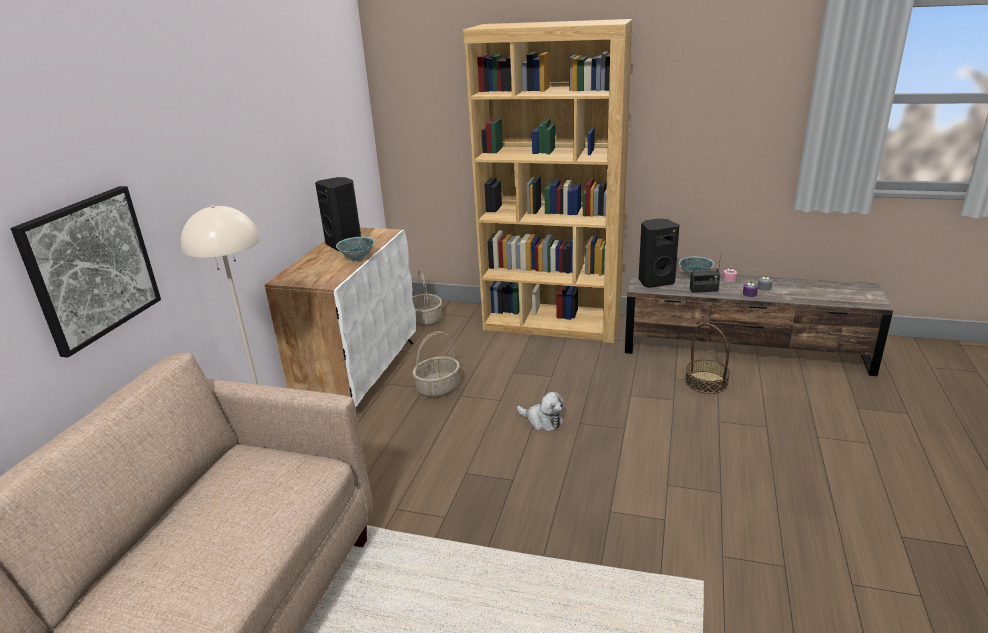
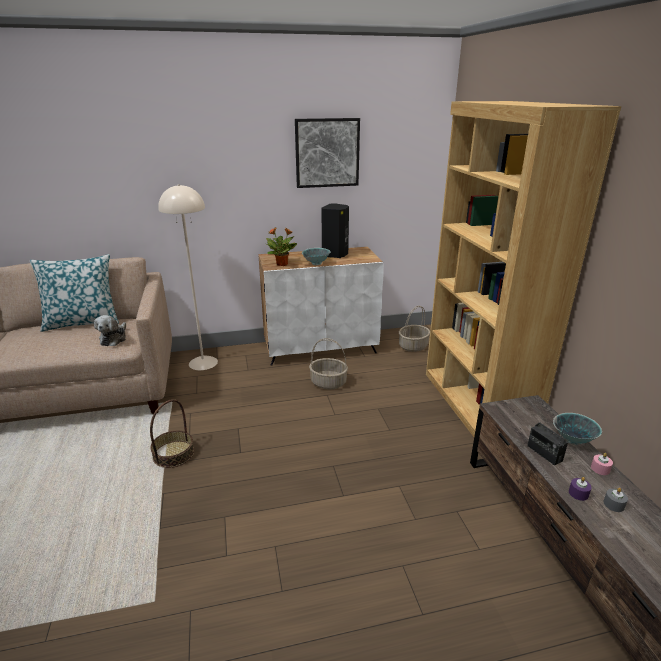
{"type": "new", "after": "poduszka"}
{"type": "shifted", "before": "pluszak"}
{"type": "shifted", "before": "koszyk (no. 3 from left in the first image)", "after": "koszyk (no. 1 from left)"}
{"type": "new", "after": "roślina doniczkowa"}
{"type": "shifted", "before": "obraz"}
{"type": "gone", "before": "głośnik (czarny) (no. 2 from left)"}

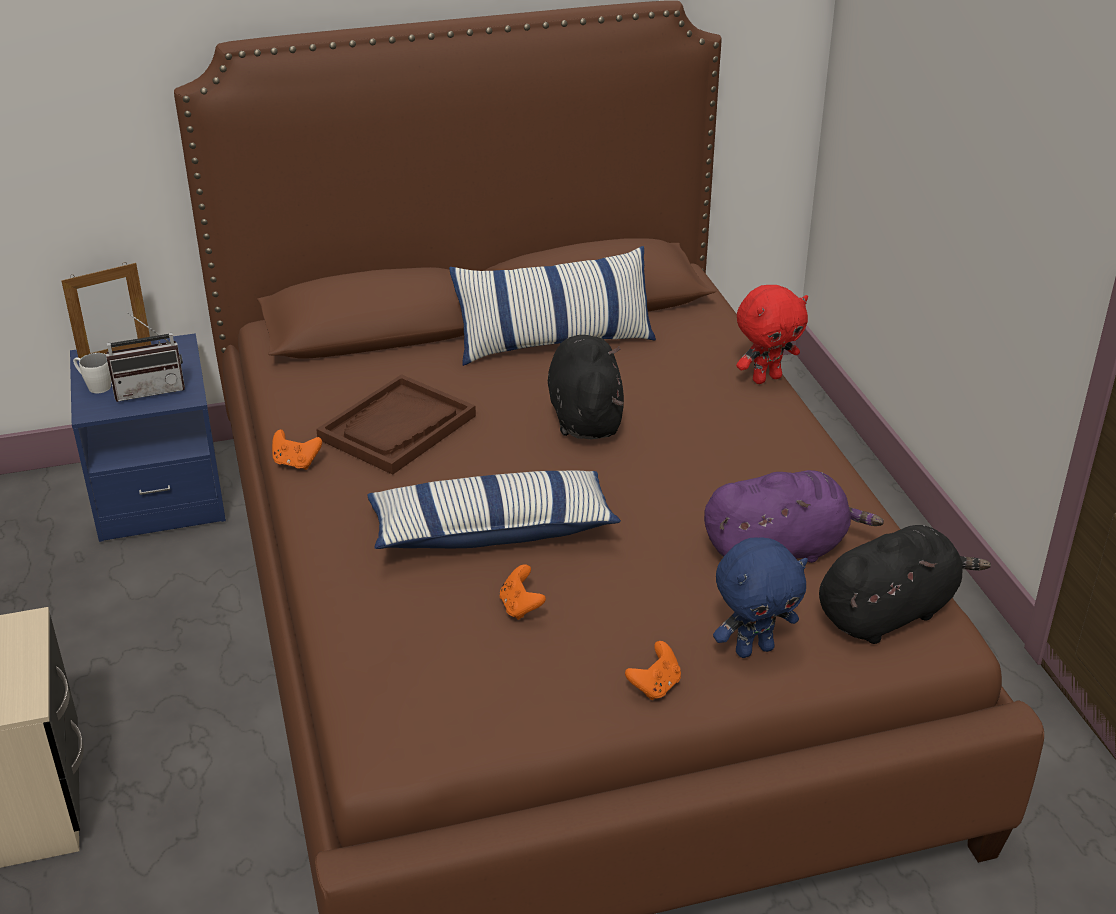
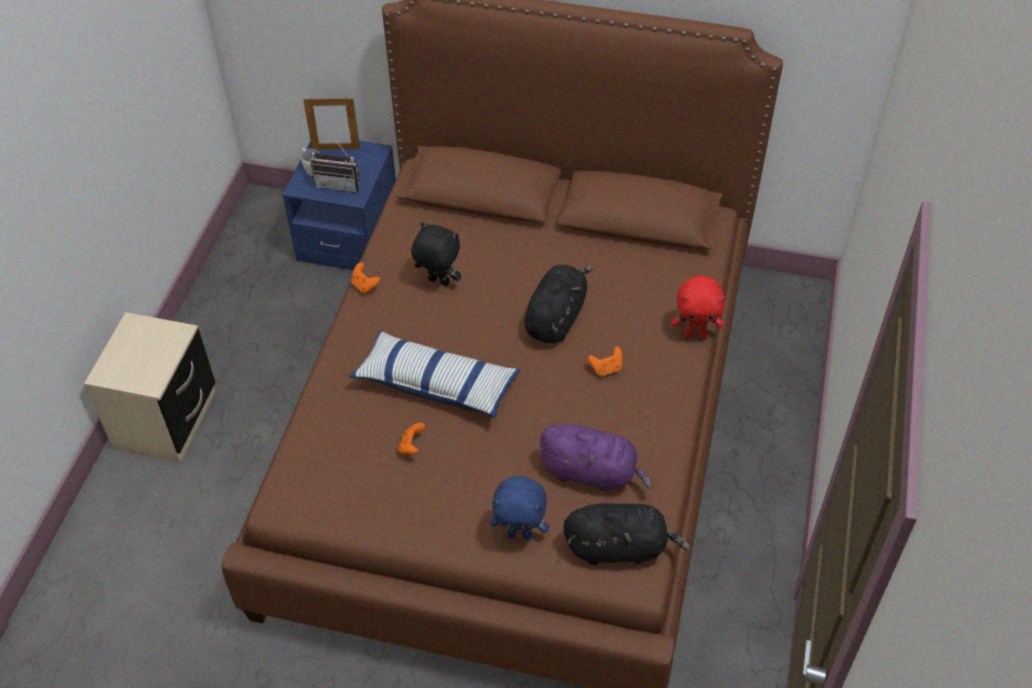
{"type": "swapped", "before": "taca (brązowy)", "after": "pluszak (czarny) (no. 1 from left)"}
{"type": "shifted", "before": "pad do gier (pomarańczowy) (no. 3 from left)"}
{"type": "gone", "before": "poduszka (no. 2 from left)"}

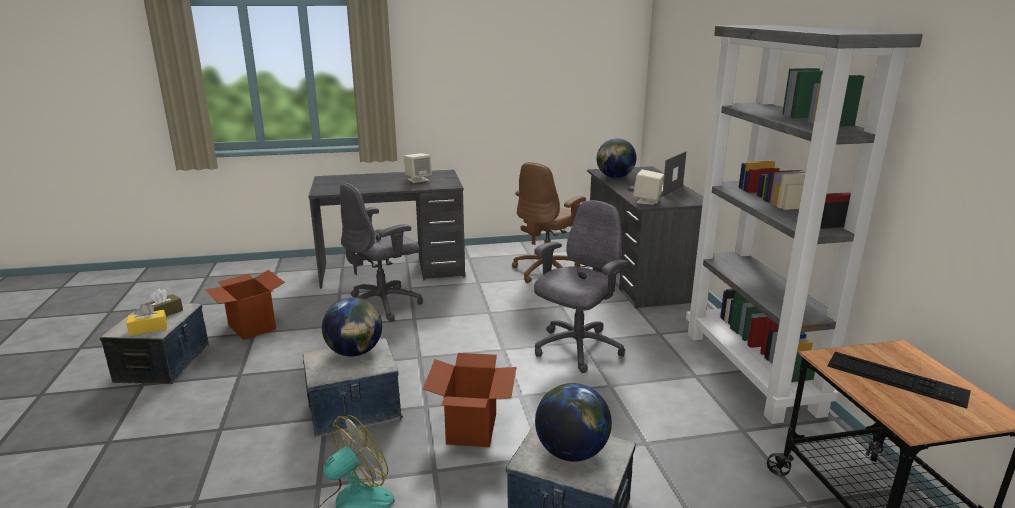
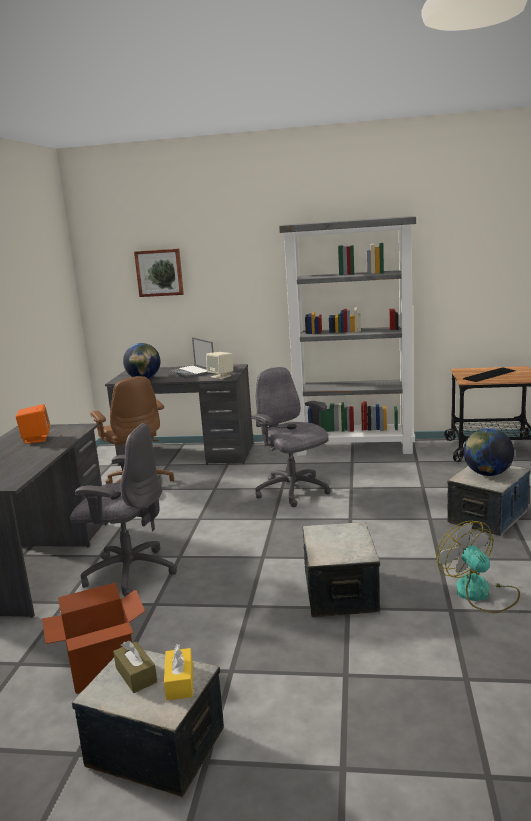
{"type": "repainted", "before": "głośnik (beżowy) (no. 1 from left)", "after": "głośnik (pomarańczowy)"}
{"type": "rotated", "before": "krzesło biurowe (szary) (no. 1 from left)", "turn": -60}
{"type": "new", "after": "obraz"}
{"type": "gone", "before": "globus (no. 1 from left)"}
{"type": "gone", "before": "karton (no. 2 from left)"}

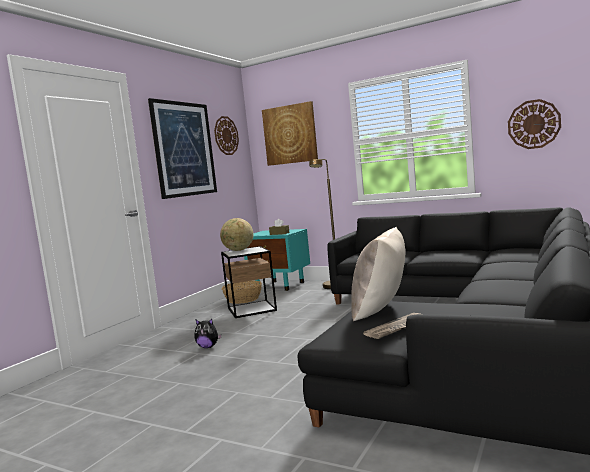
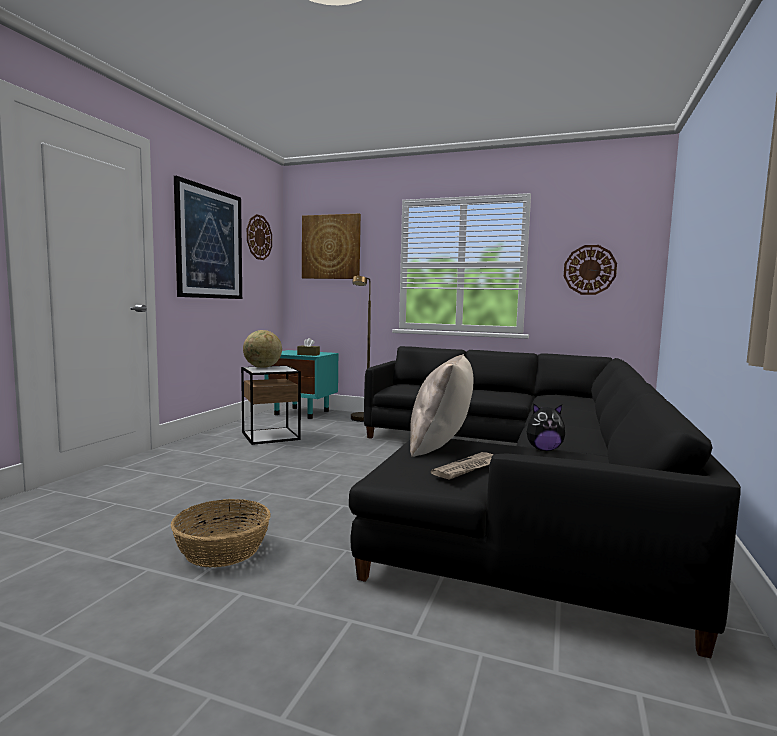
{"type": "shifted", "before": "koszyk"}
{"type": "shifted", "before": "pluszak"}

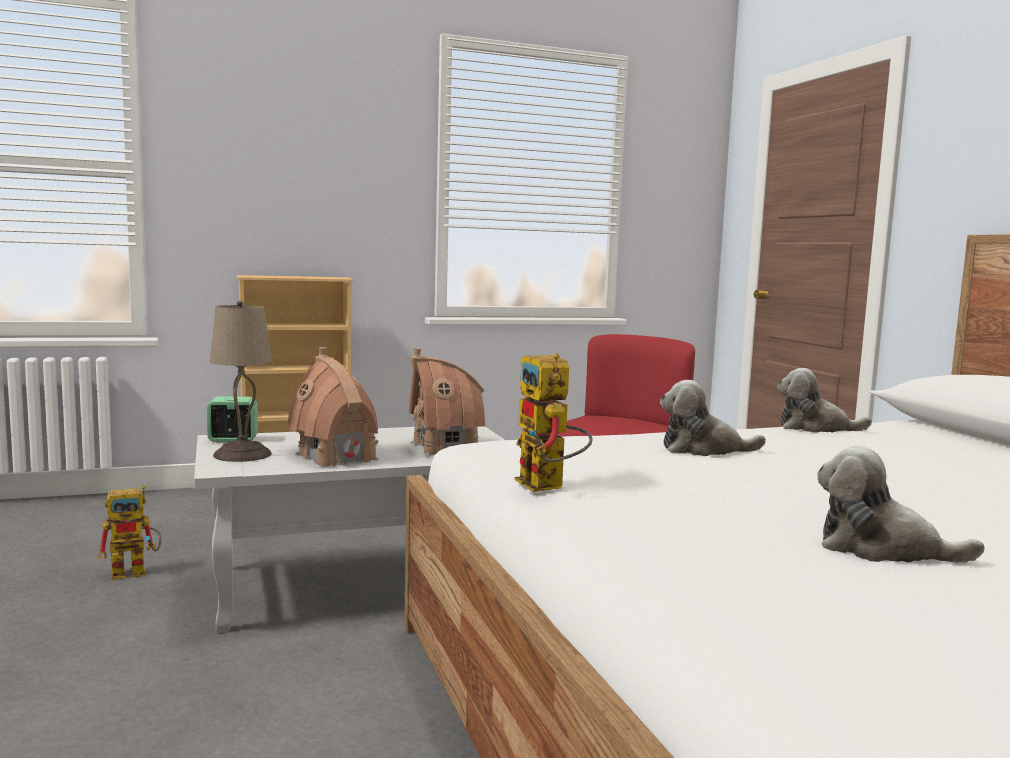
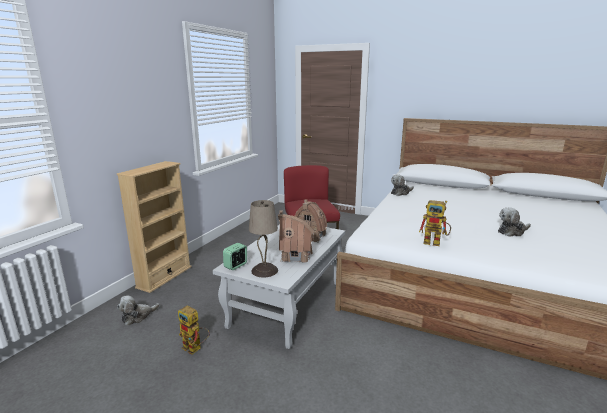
{"type": "shifted", "before": "pluszak (no. 1 from left)"}
{"type": "rotated", "before": "robot zabawkowy (no. 1 from left)", "turn": 105}

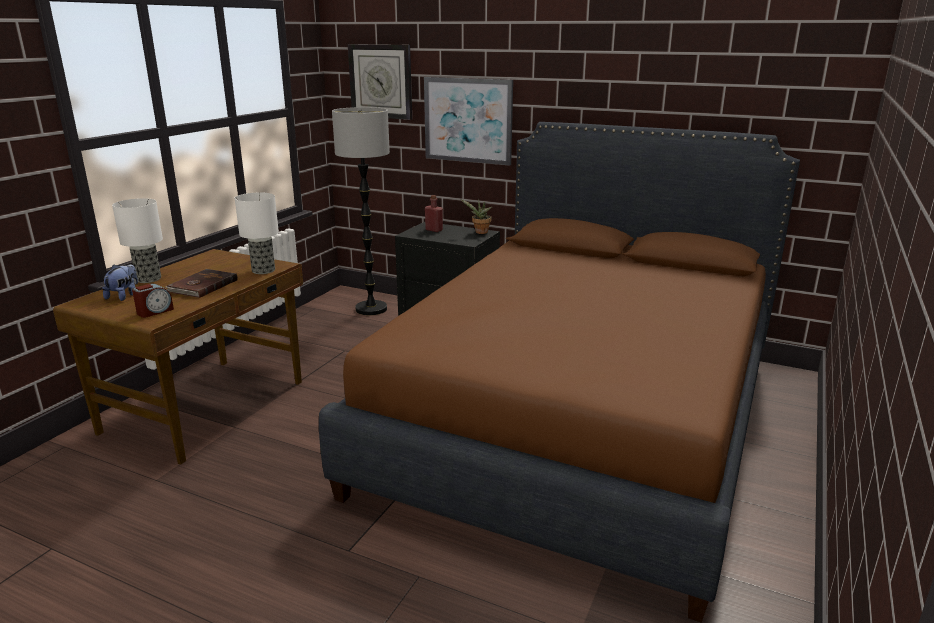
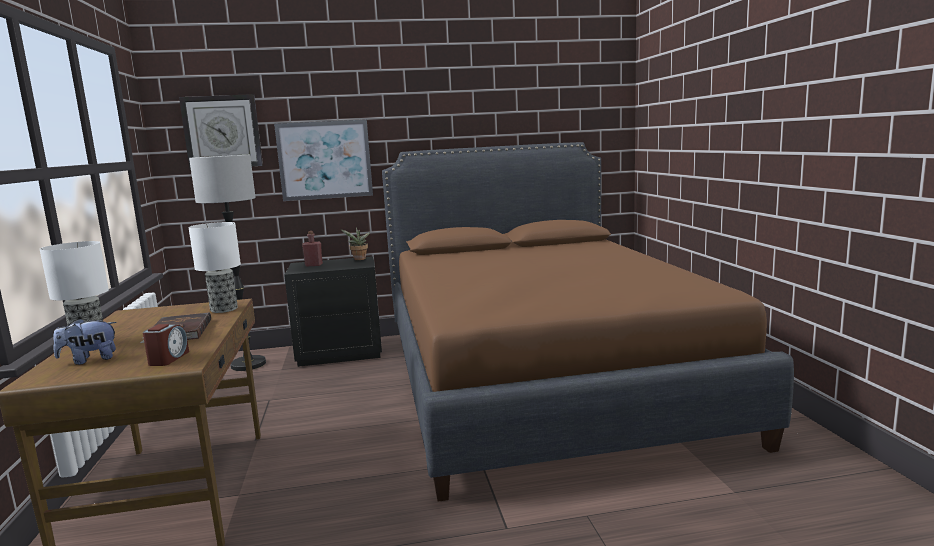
{"type": "rotated", "before": "pluszak", "turn": -90}

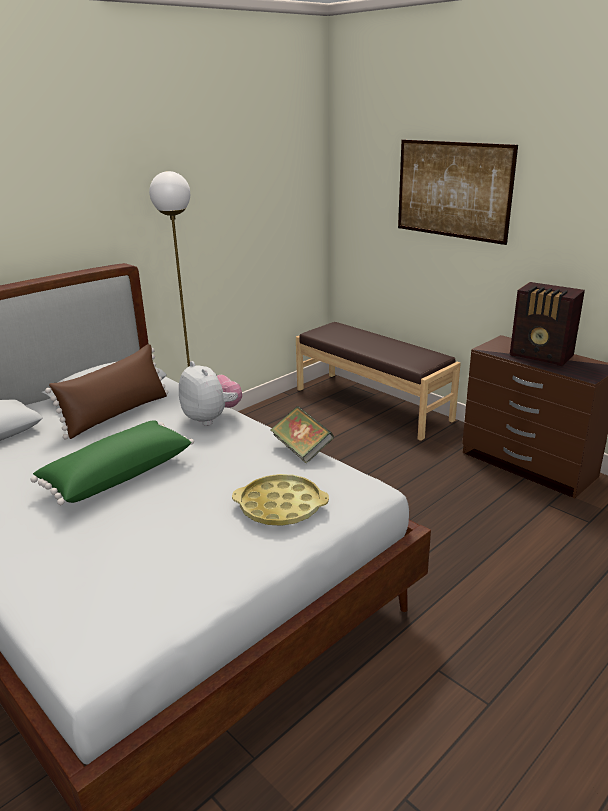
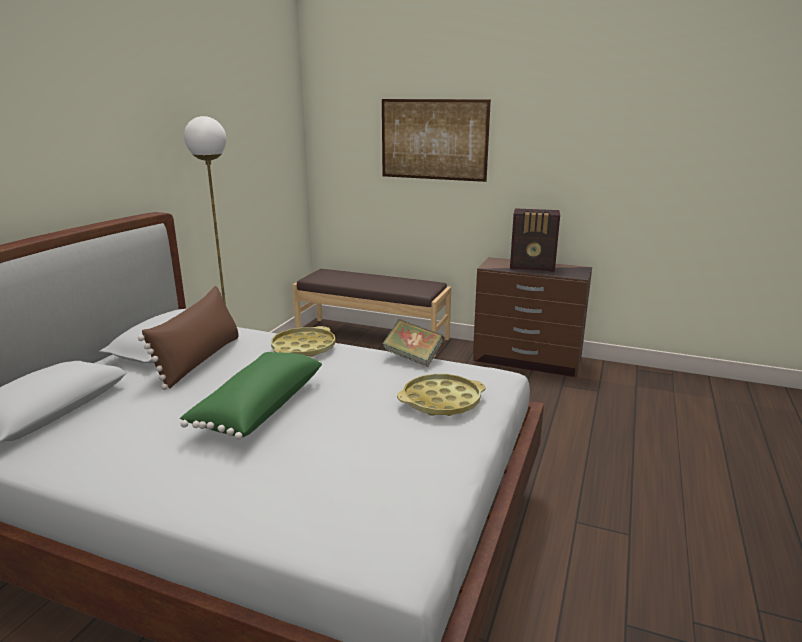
{"type": "swapped", "before": "pluszak", "after": "taca (żółty) (no. 1 from left)"}

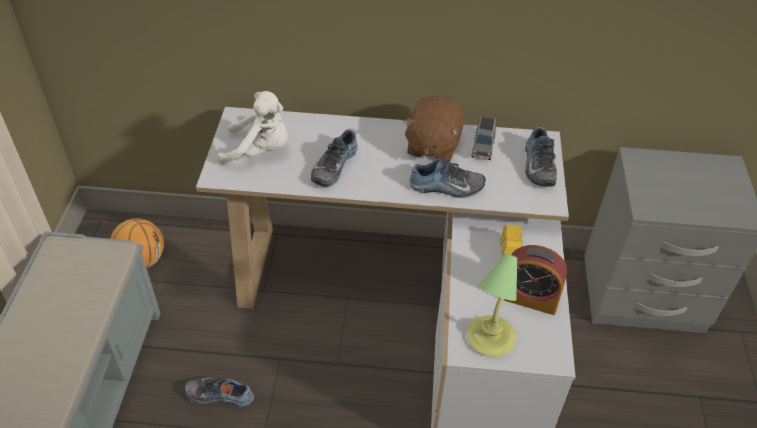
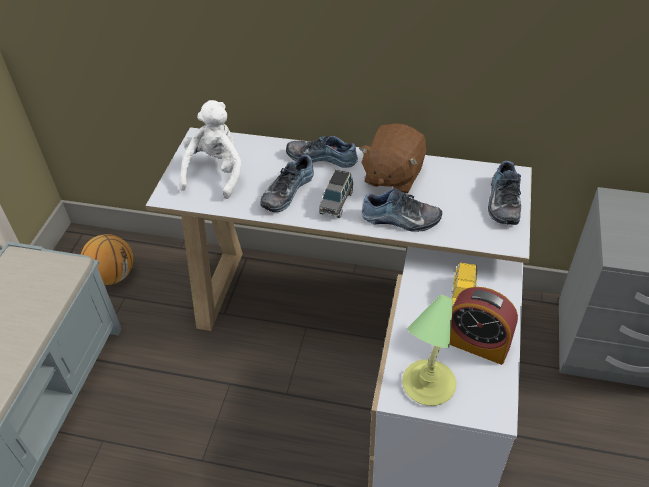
{"type": "rotated", "before": "pluszak (biały)", "turn": -90}
{"type": "shifted", "before": "but (no. 1 from left in the first image)", "after": "but (no. 2 from left)"}
{"type": "shifted", "before": "samochodzik (szary)"}

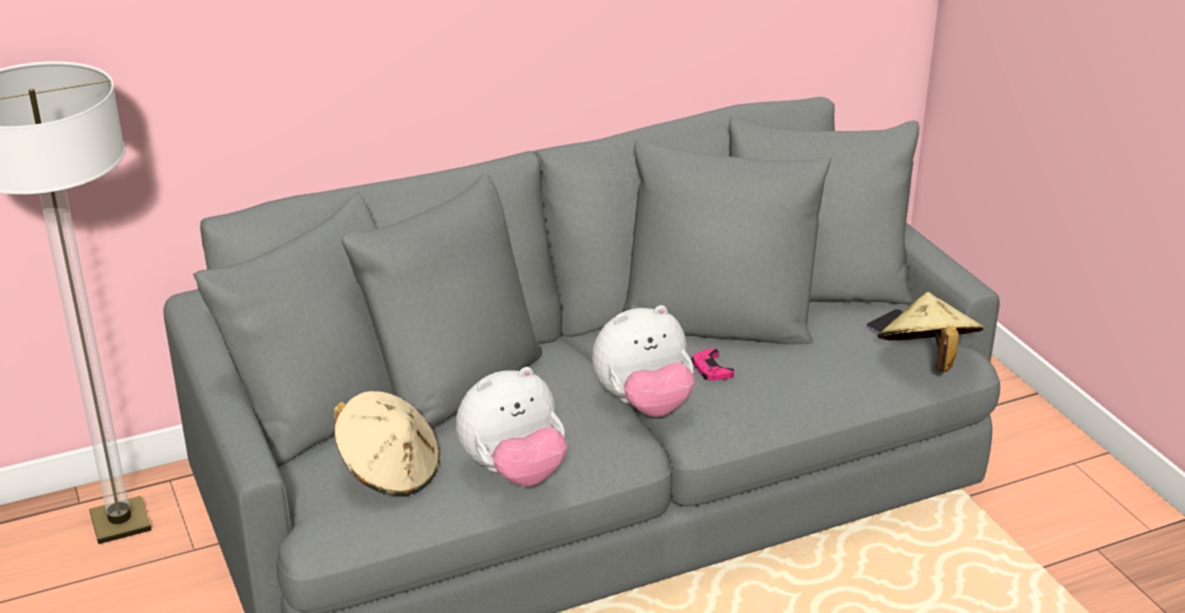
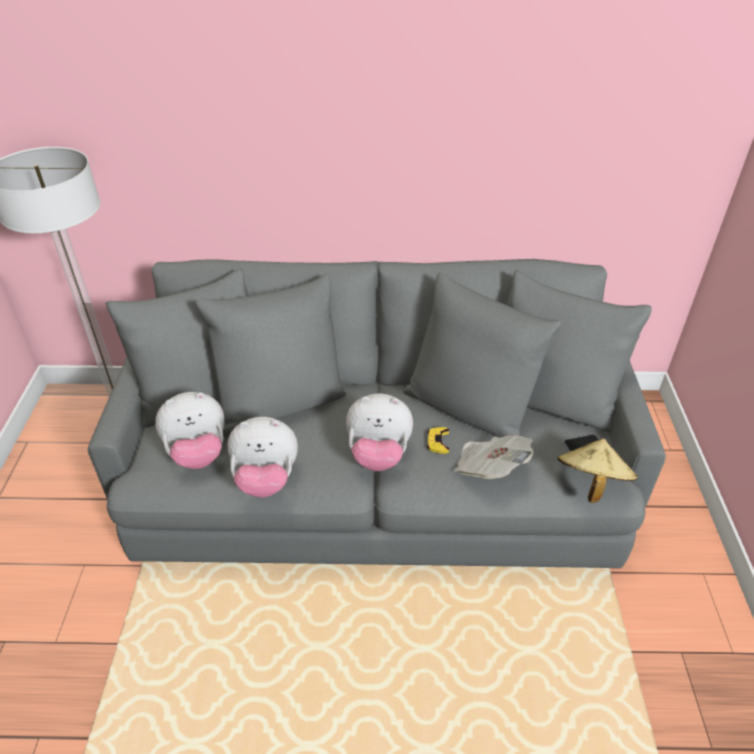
{"type": "swapped", "before": "kapelusz (beżowy) (no. 1 from left)", "after": "pluszak (no. 1 from left)"}
{"type": "repainted", "before": "pad do gier (różowy)", "after": "pad do gier (żółty)"}
{"type": "new", "after": "gazeta"}

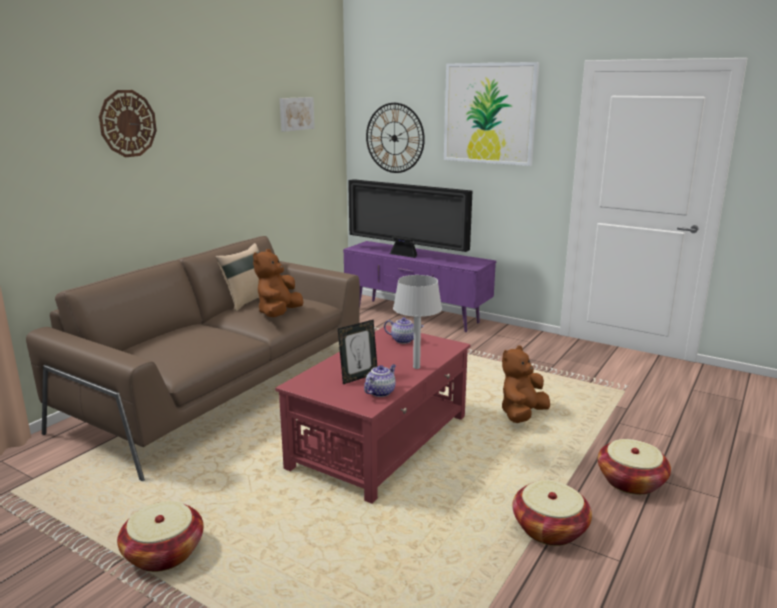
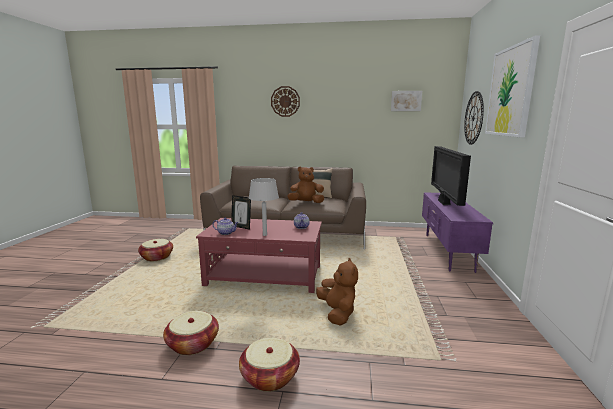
{"type": "rotated", "before": "pluszak (brązowy) (no. 2 from left)", "turn": 60}

